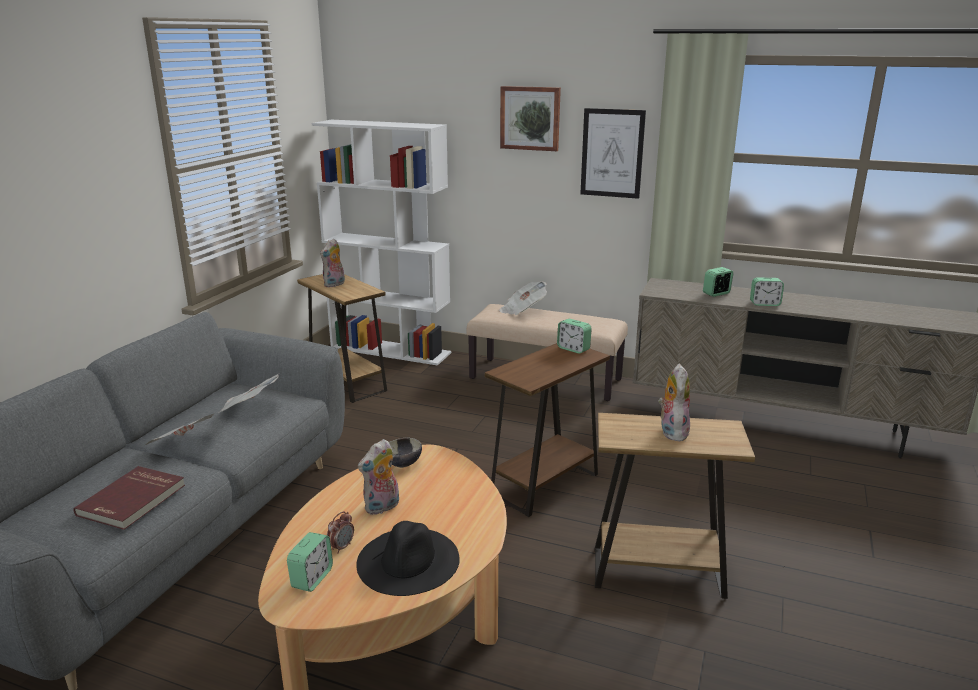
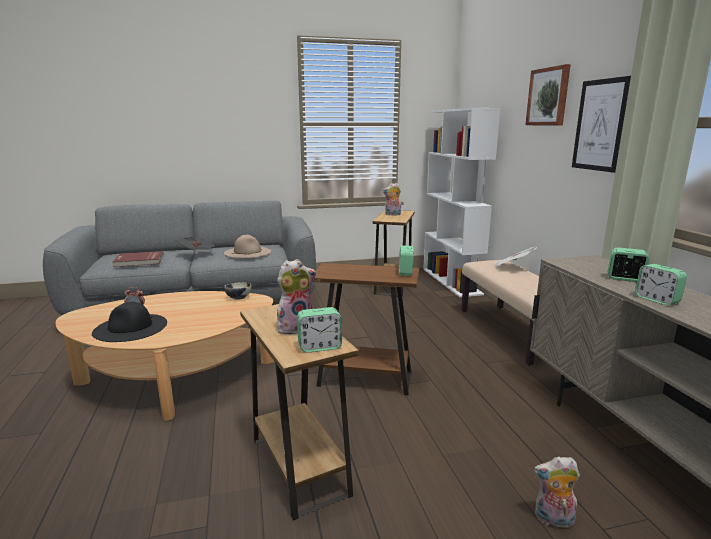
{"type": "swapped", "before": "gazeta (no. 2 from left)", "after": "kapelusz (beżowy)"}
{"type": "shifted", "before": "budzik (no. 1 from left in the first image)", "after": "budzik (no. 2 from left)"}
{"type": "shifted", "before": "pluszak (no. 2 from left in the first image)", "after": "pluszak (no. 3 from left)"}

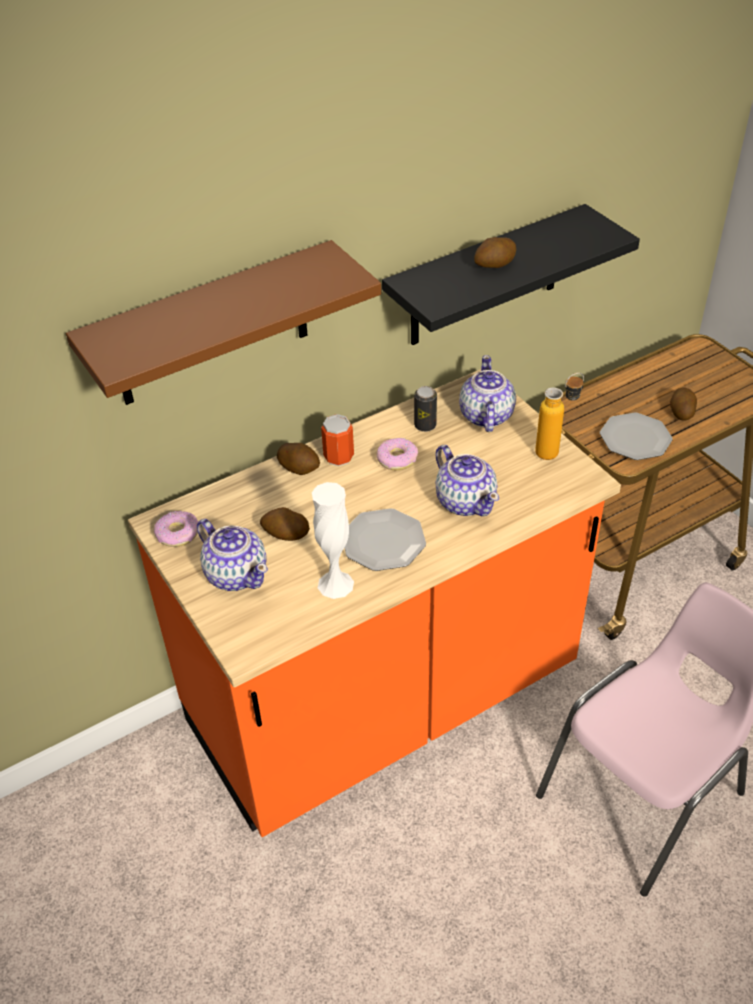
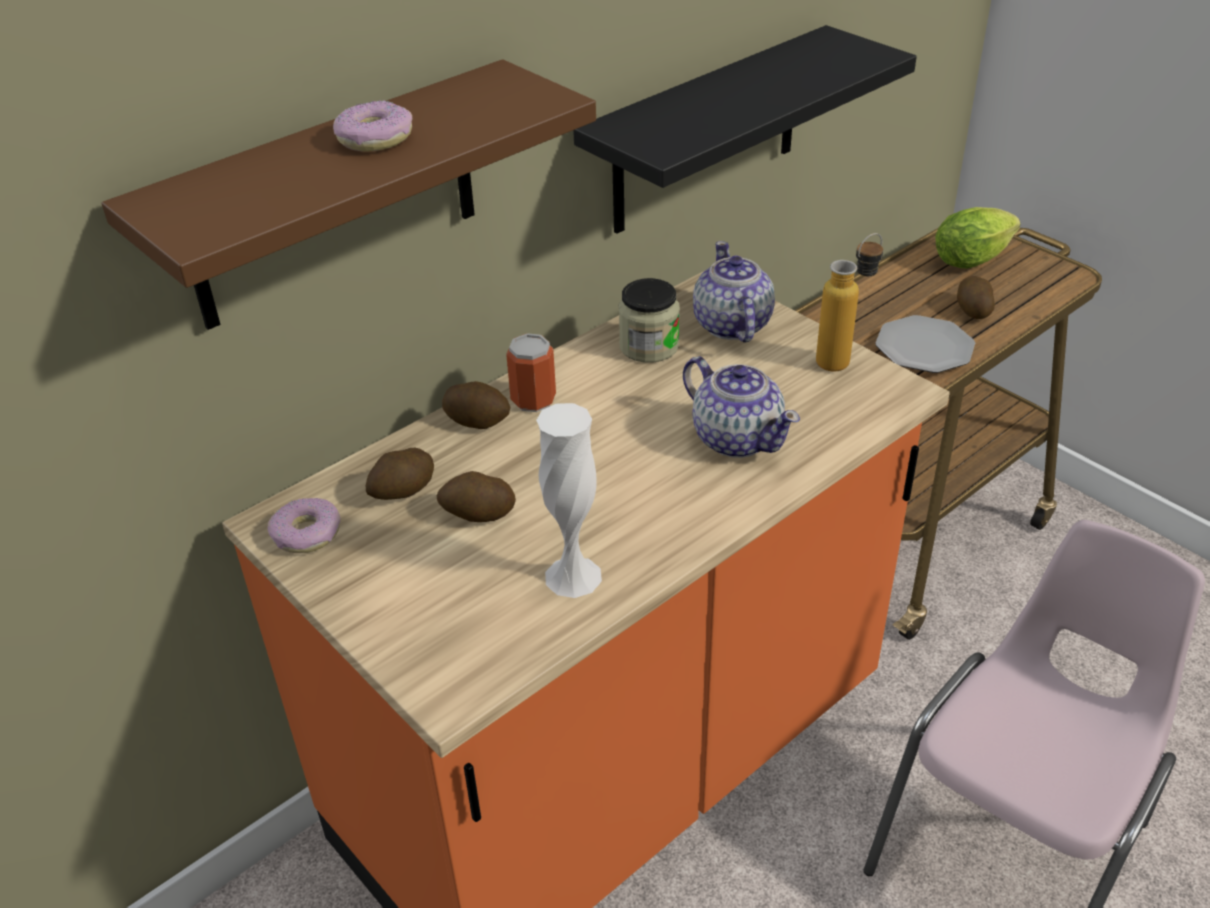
{"type": "shifted", "before": "donut (no. 2 from left)"}
{"type": "shifted", "before": "ziemniak (no. 3 from left in the first image)", "after": "ziemniak (no. 1 from left)"}
{"type": "swapped", "before": "puszka (no. 2 from left)", "after": "słoik"}
{"type": "new", "after": "sałata"}
{"type": "gone", "before": "imbryk (no. 1 from left)"}
{"type": "gone", "before": "talerz (no. 1 from left)"}

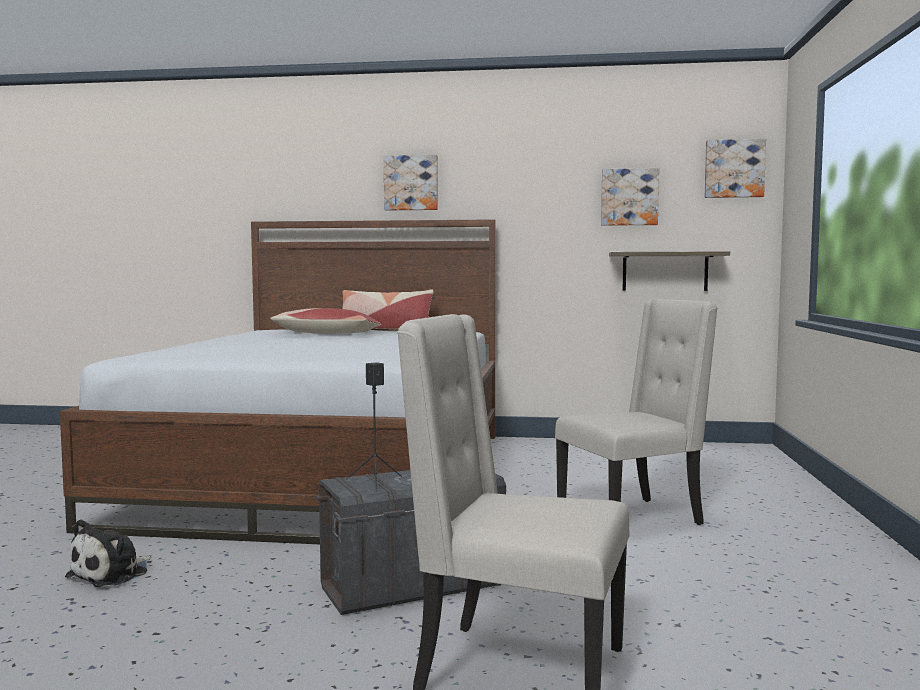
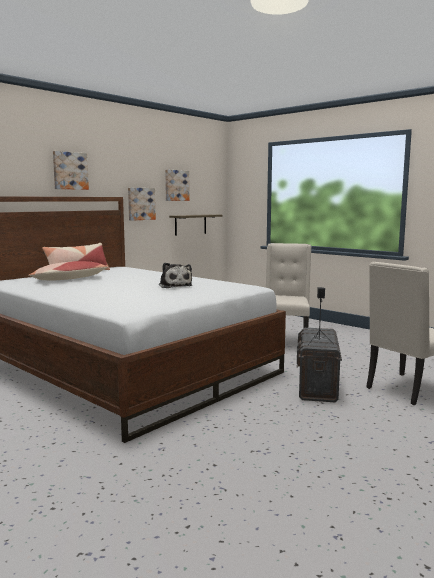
{"type": "shifted", "before": "obraz (no. 3 from left in the first image)", "after": "obraz (no. 2 from left)"}
{"type": "shifted", "before": "pluszak"}

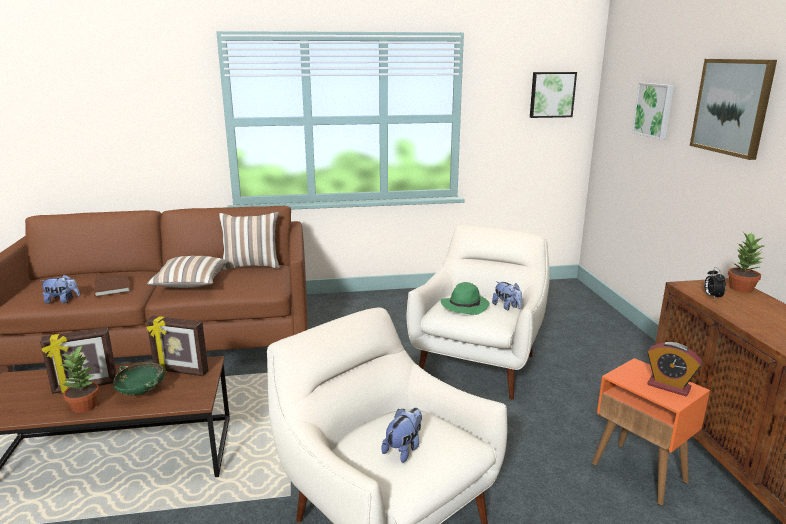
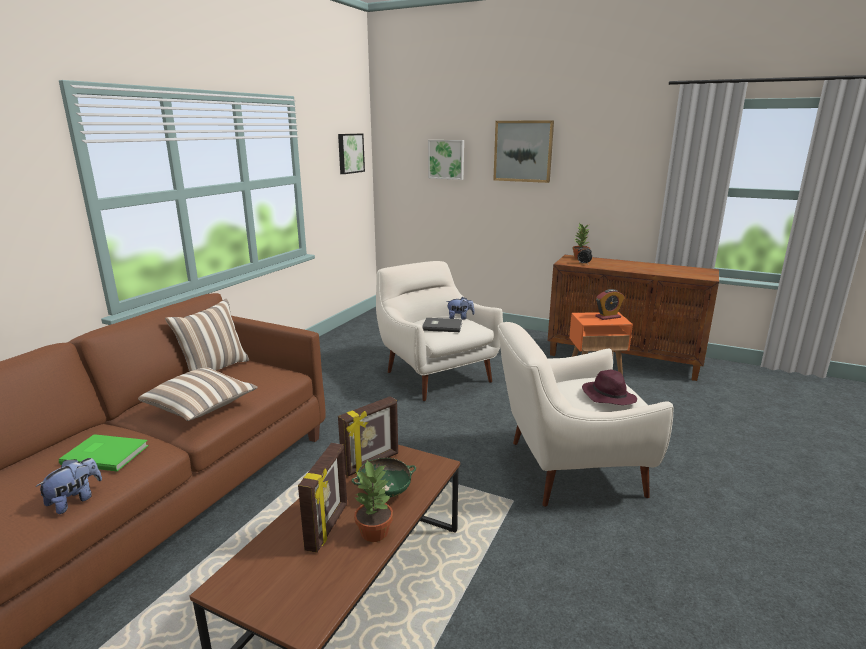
{"type": "repainted", "before": "książka (brązowy)", "after": "książka (zielony)"}
{"type": "swapped", "before": "kapelusz (zielony)", "after": "książka (szary)"}
{"type": "swapped", "before": "pluszak (no. 2 from left)", "after": "kapelusz (fioletowy)"}

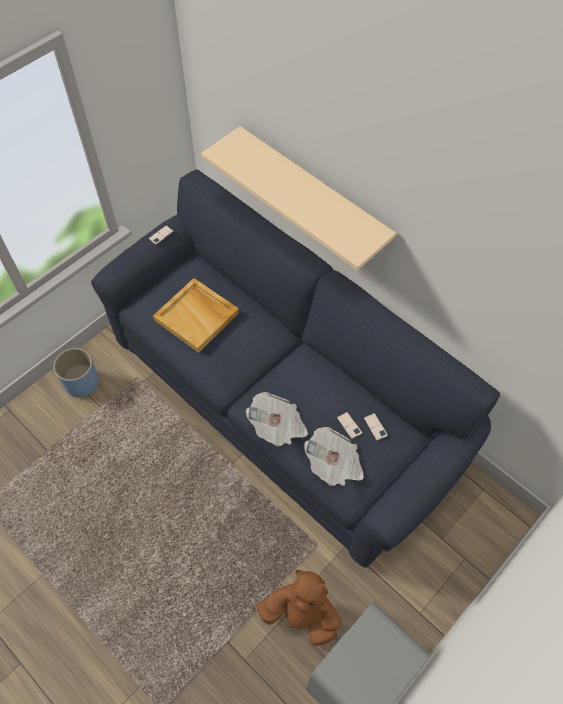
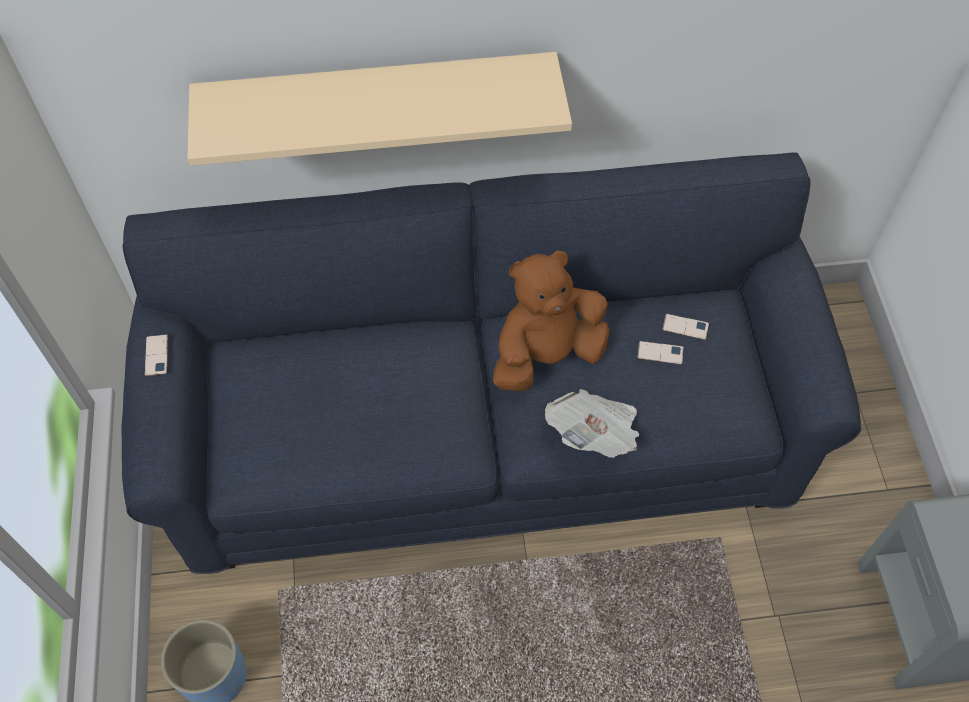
{"type": "shifted", "before": "pluszak (brązowy)"}
{"type": "gone", "before": "taca (beżowy)"}
{"type": "gone", "before": "gazeta (no. 2 from left)"}

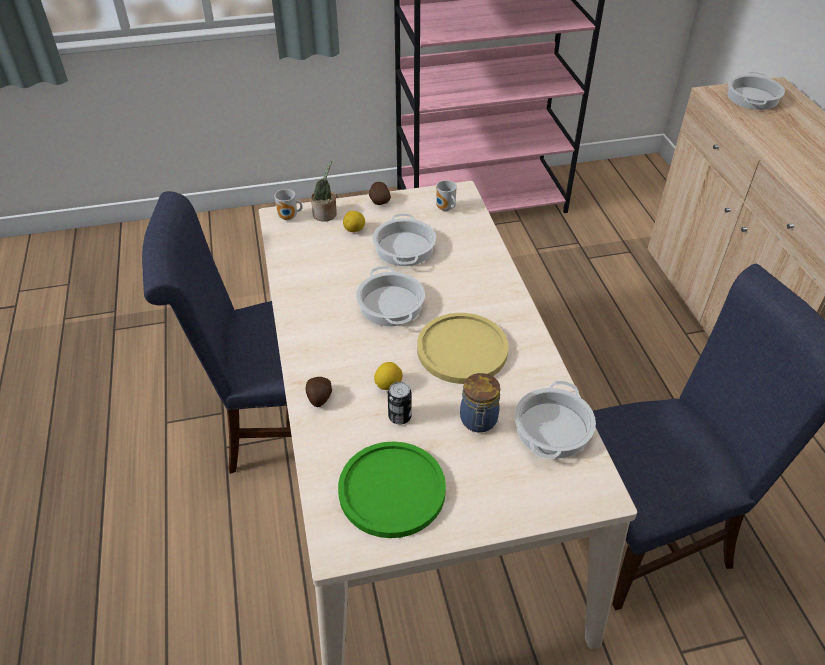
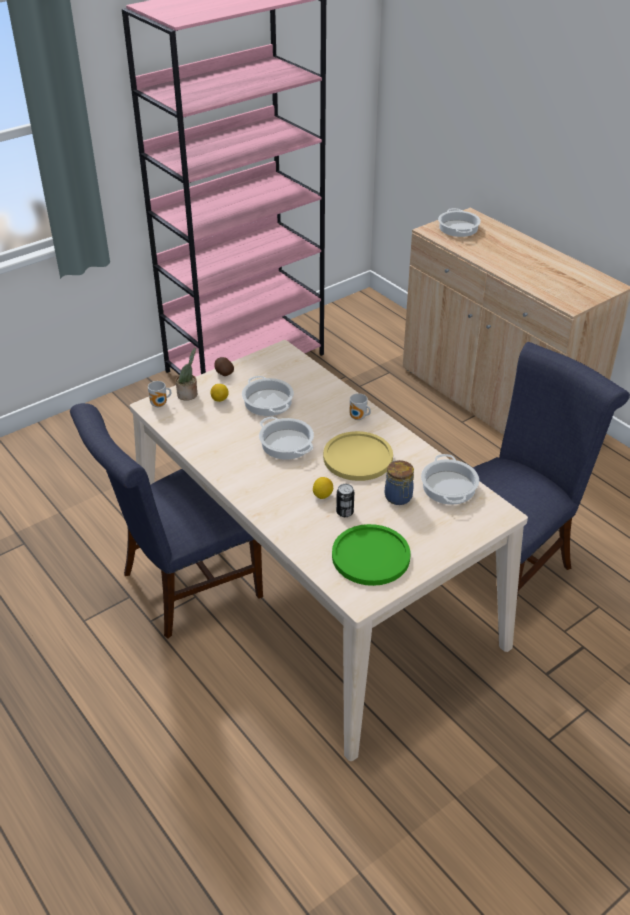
{"type": "shifted", "before": "kubek (no. 2 from left)"}
{"type": "gone", "before": "ziemniak (no. 1 from left)"}

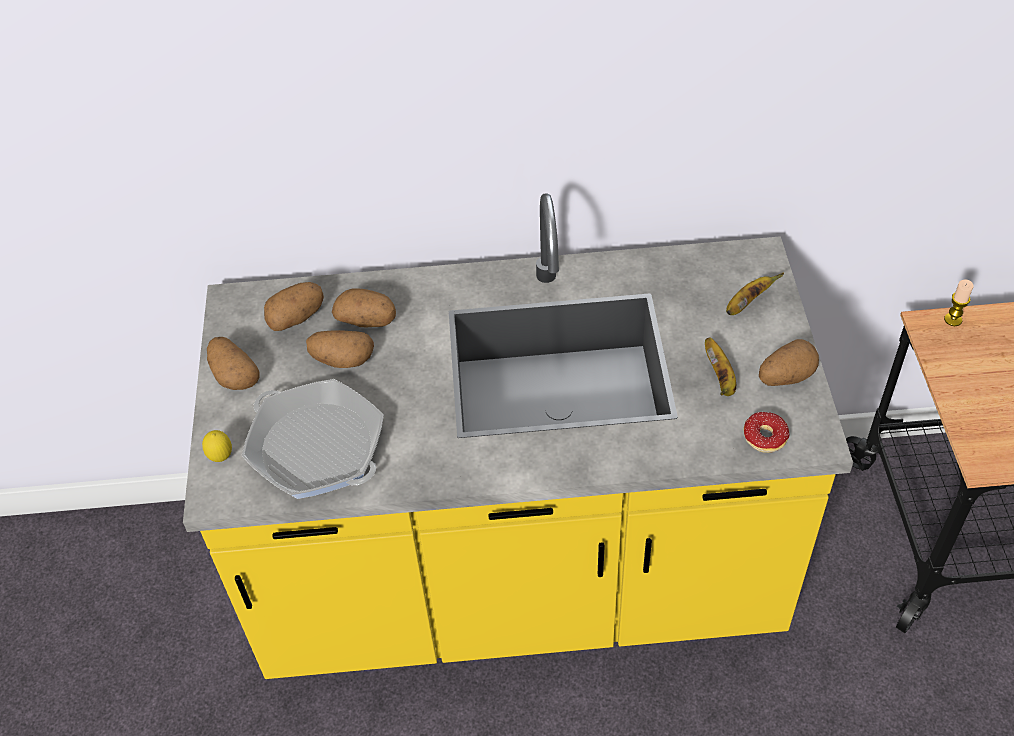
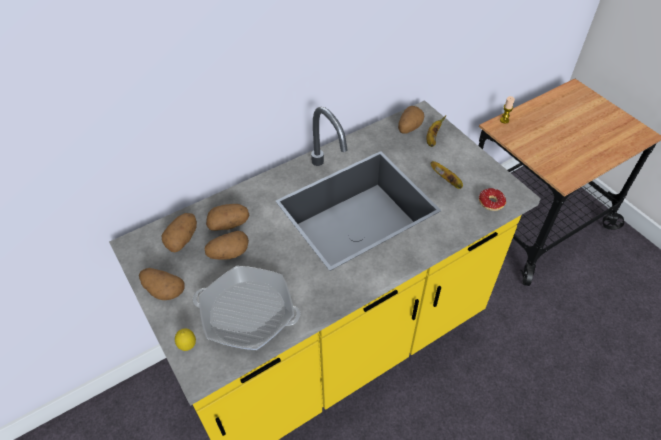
{"type": "shifted", "before": "ziemniak (no. 5 from left)"}

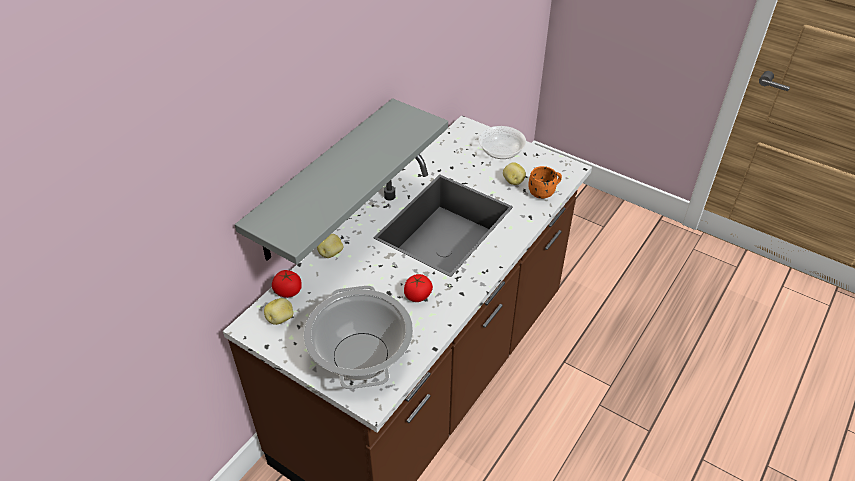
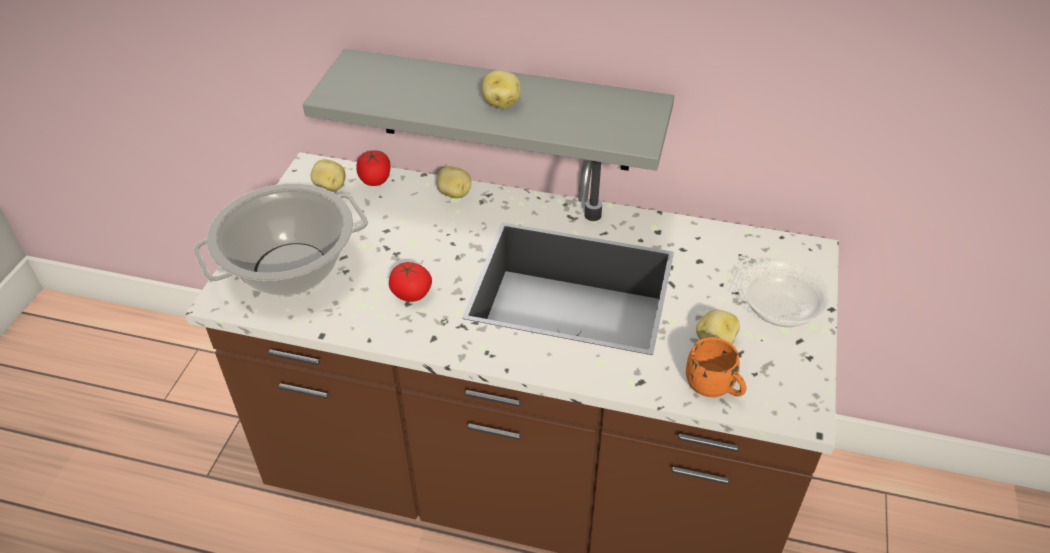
{"type": "new", "after": "ziemniak (no. 3 from left)"}

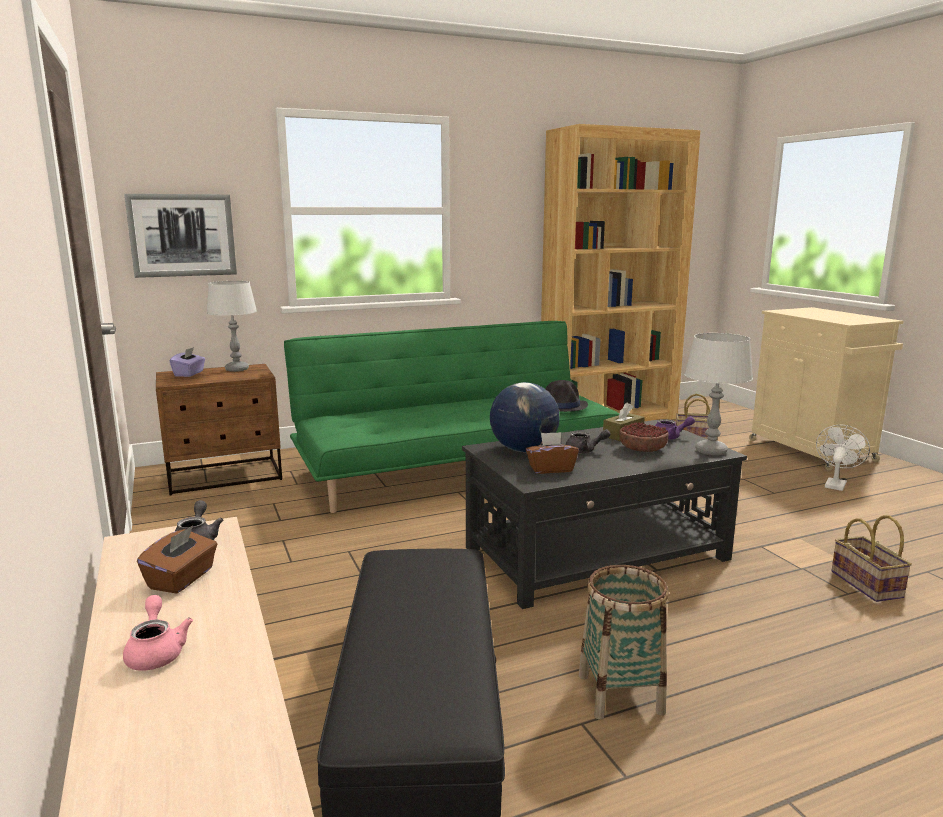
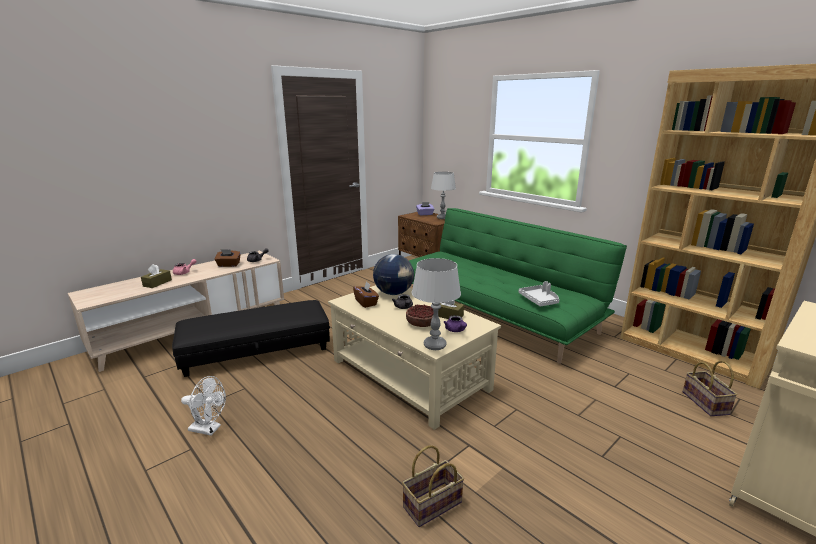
{"type": "new", "after": "pudełko chusteczek (brązowy) (no. 1 from left)"}
{"type": "shifted", "before": "wentylator (biały)"}
{"type": "repainted", "before": "ława (czarny)", "after": "ława (beżowy)"}
{"type": "swapped", "before": "kapelusz (czarny)", "after": "taca (szary)"}
{"type": "gone", "before": "obraz"}
{"type": "gone", "before": "koszyk (no. 1 from left)"}

